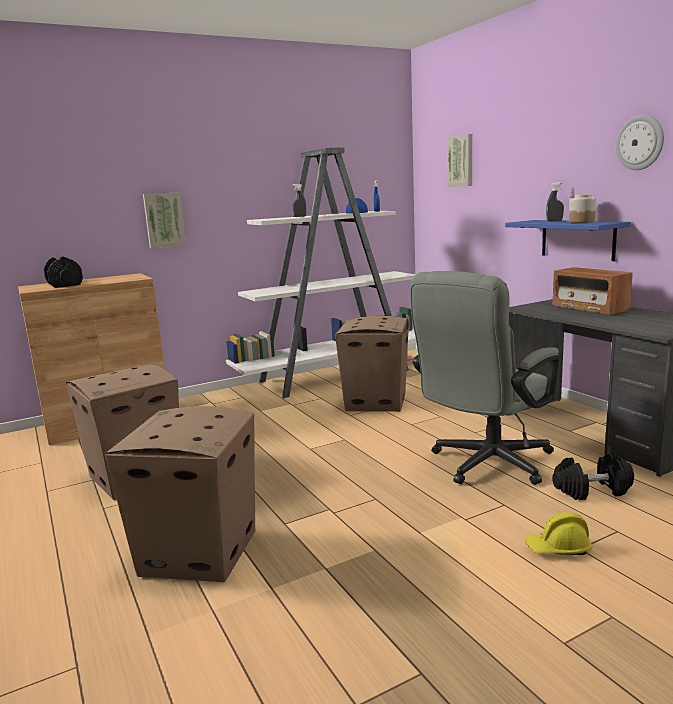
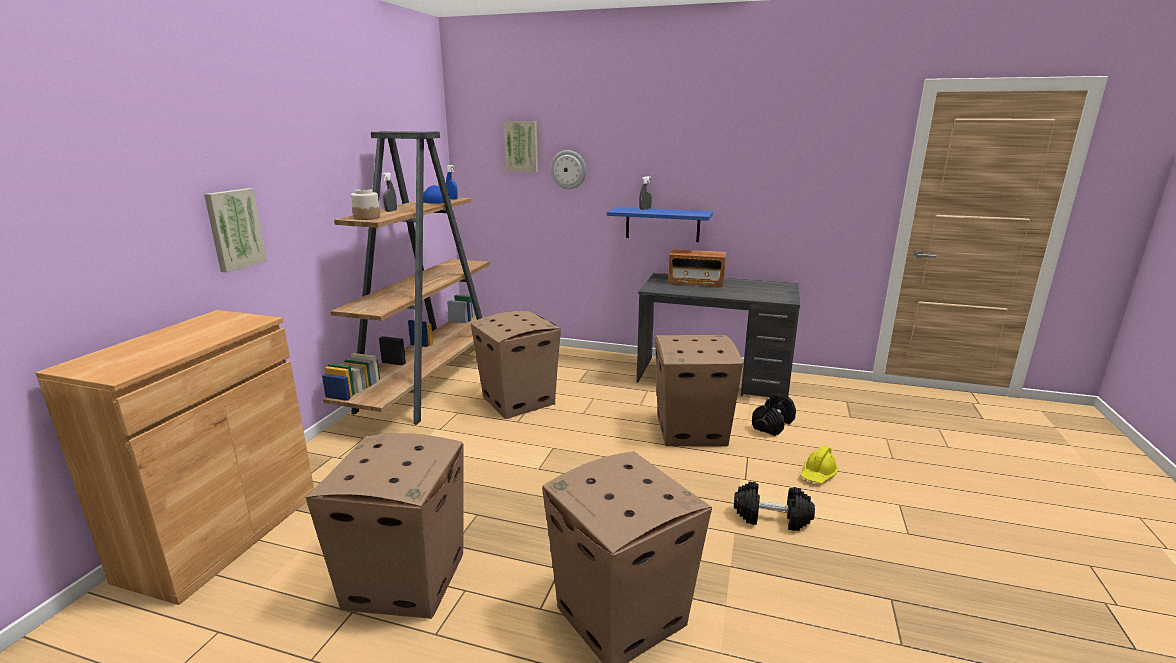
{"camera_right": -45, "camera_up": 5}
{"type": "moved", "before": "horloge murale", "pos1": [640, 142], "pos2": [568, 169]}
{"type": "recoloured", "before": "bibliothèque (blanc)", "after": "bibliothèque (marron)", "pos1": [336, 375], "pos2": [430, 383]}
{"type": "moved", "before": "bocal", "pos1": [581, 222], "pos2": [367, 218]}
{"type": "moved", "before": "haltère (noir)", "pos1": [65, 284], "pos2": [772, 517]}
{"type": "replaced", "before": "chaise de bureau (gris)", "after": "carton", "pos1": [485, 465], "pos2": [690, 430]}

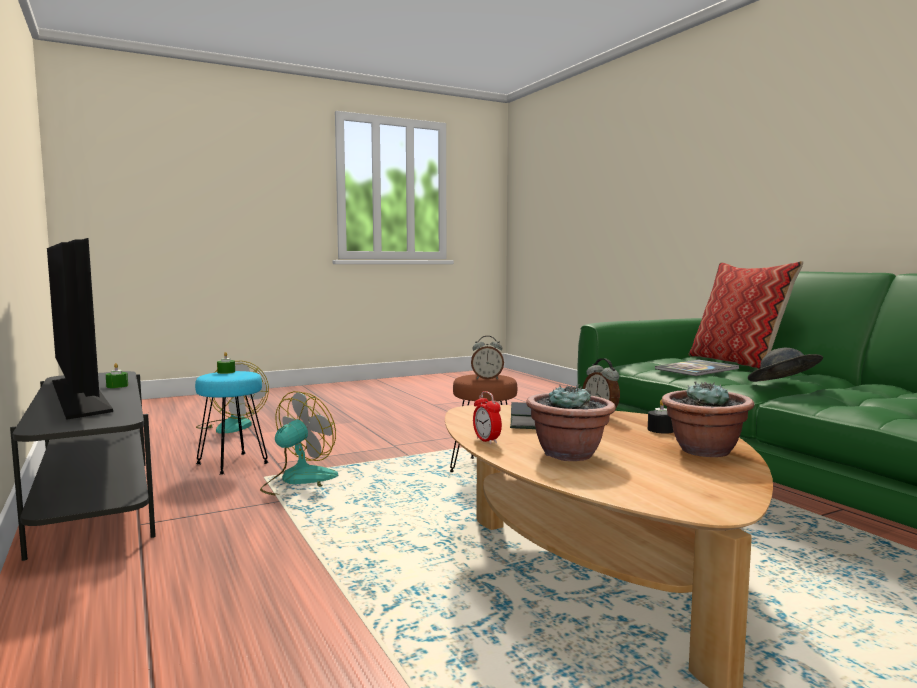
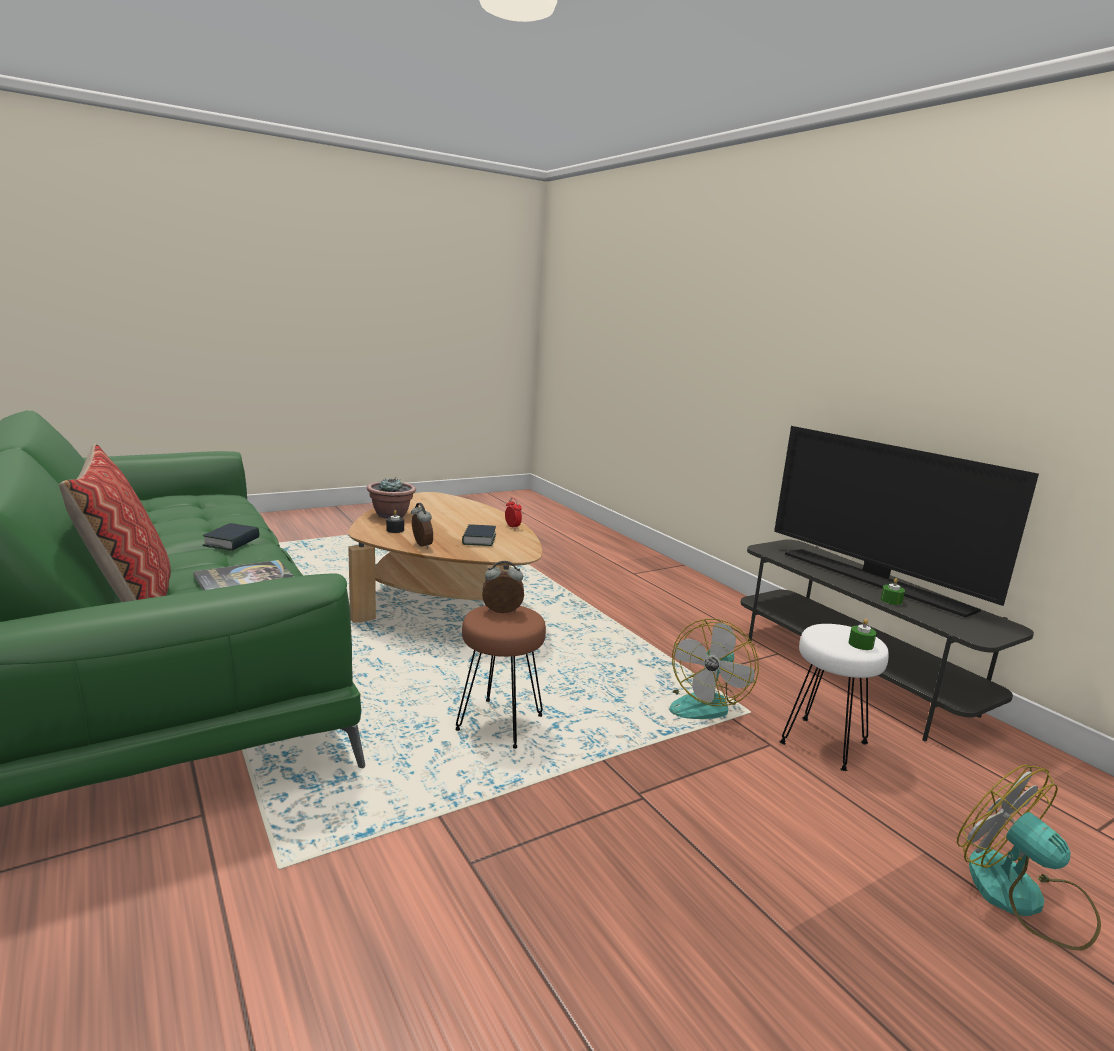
{"camera_right": 175, "camera_up": 10}
{"type": "replaced", "before": "chapeau (gris)", "after": "livre", "pos1": [783, 386], "pos2": [232, 542]}
{"type": "recoloured", "before": "tabouret (turquoise)", "after": "tabouret (blanc)", "pos1": [232, 463], "pos2": [824, 744]}
{"type": "removed", "before": "plante en pot", "pos1": [569, 454]}

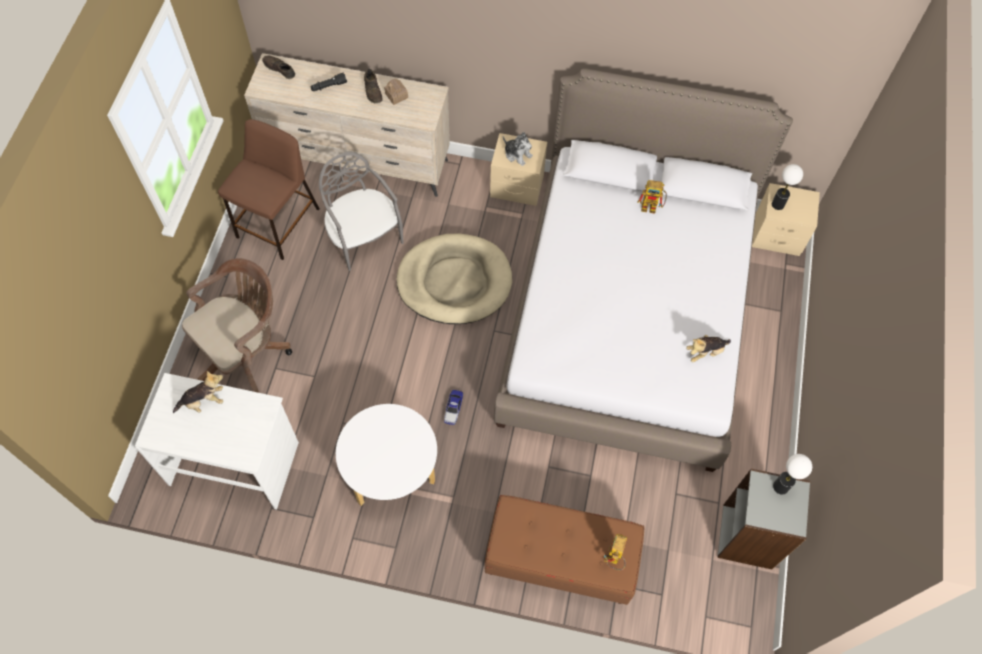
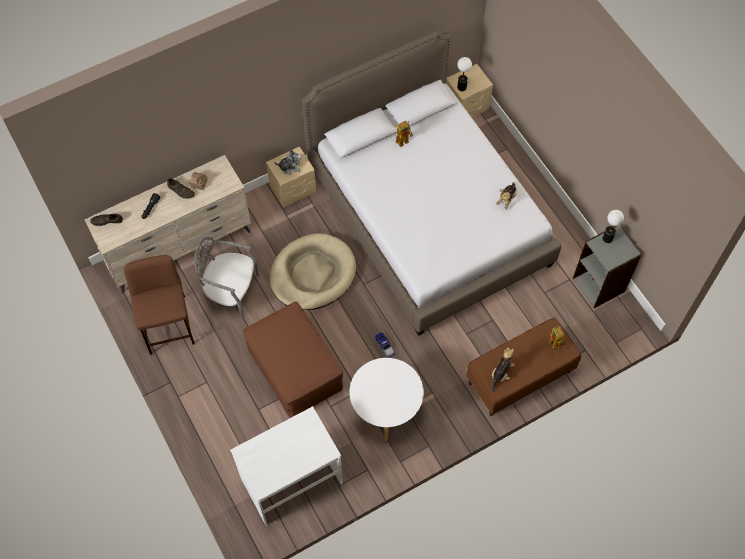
{"camera_right": -40, "camera_up": 0}
{"type": "removed", "before": "chaise de bureau (marron)", "pos1": [246, 352]}
{"type": "moved", "before": "peluche", "pos1": [203, 401], "pos2": [501, 373]}
{"type": "added", "after": "pouf (marron)", "pos2": [295, 369]}

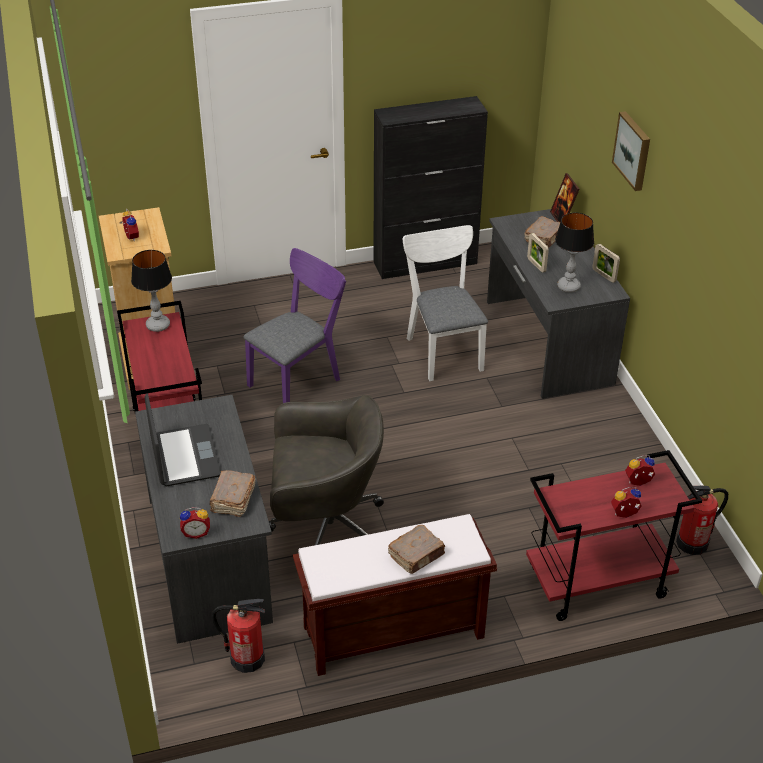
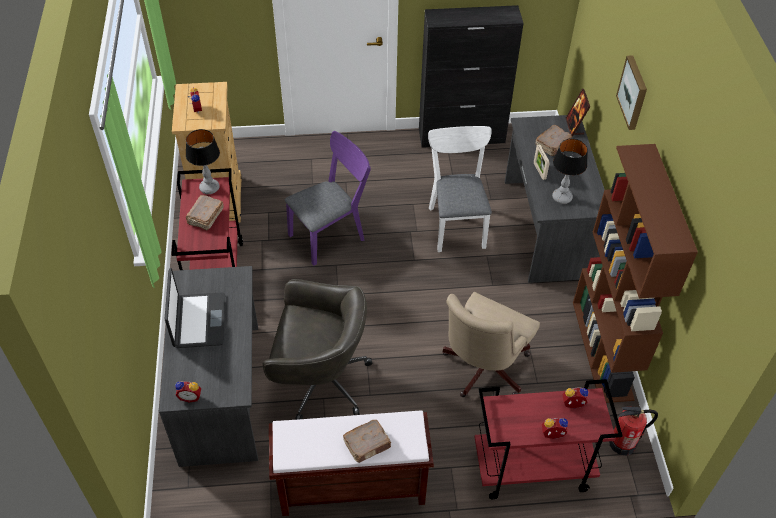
{"camera_right": 10, "camera_up": 10}
{"type": "removed", "before": "cadre photo", "pos1": [604, 275]}
{"type": "moved", "before": "livre (marron)", "pos1": [232, 500], "pos2": [205, 217]}
{"type": "removed", "before": "extincteur", "pos1": [246, 658]}
{"type": "added", "after": "bibliothèque (marron)", "pos2": [603, 350]}
{"type": "added", "after": "chaise de bureau (beige)", "pos2": [482, 370]}

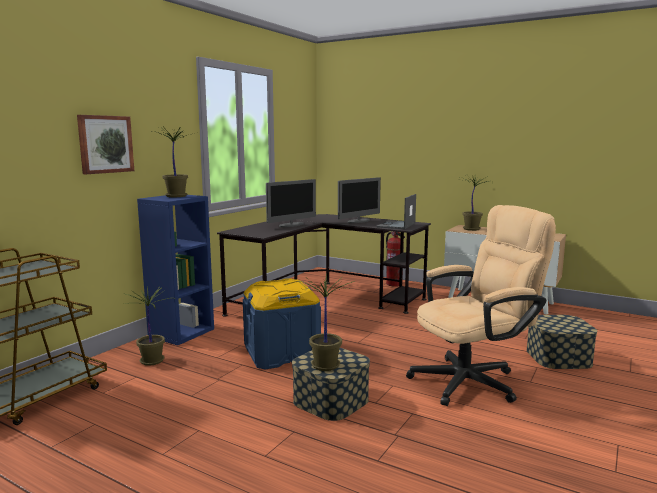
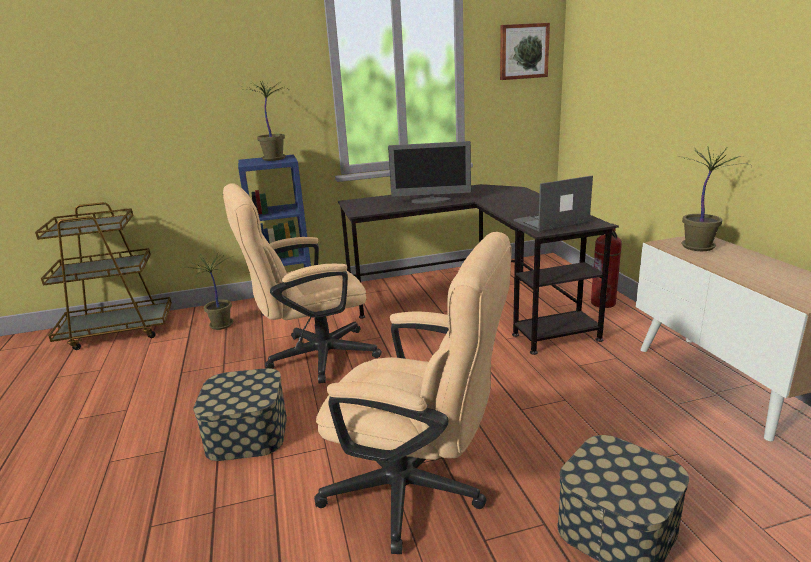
{"camera_right": 45, "camera_up": 10}
{"type": "moved", "before": "tableau", "pos1": [105, 144], "pos2": [523, 51]}
{"type": "removed", "before": "écran d'ordinateur", "pos1": [359, 221]}
{"type": "removed", "before": "plante en pot", "pos1": [325, 365]}
{"type": "replaced", "before": "boîte de rangement (bleu)", "after": "chaise de bureau (beige)", "pos1": [281, 353], "pos2": [312, 357]}

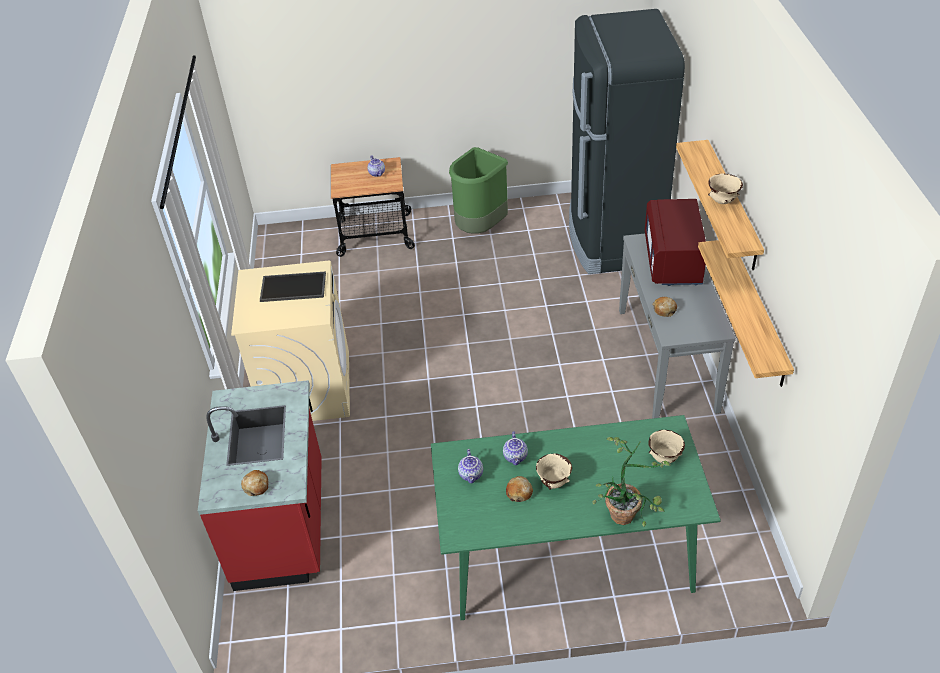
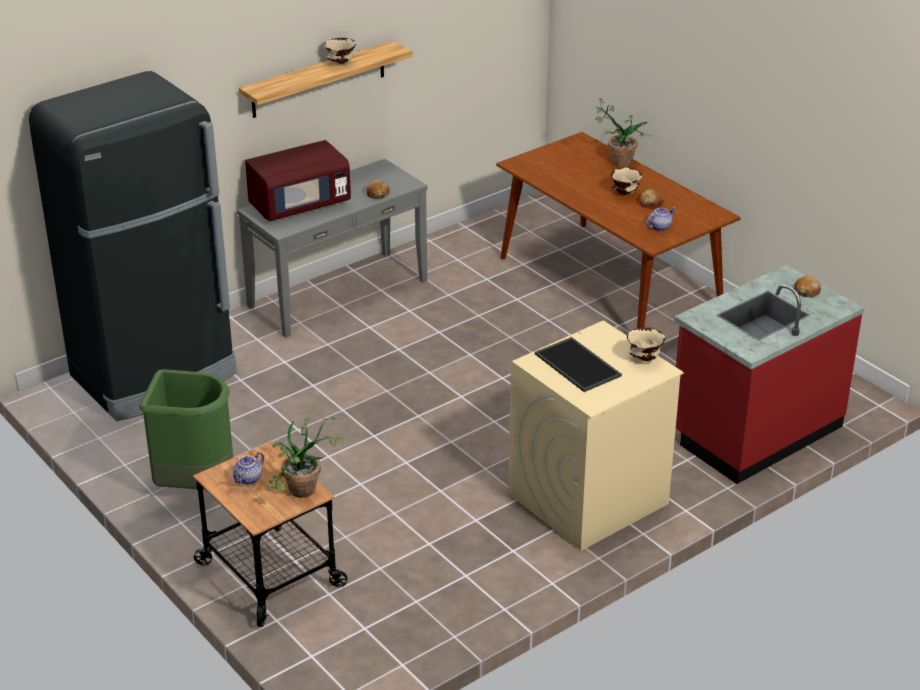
{"camera_right": -125, "camera_up": -10}
{"type": "removed", "before": "étagère", "pos1": [757, 313]}
{"type": "recoloured", "before": "table à manger (vert)", "after": "table à manger (marron)", "pos1": [568, 550], "pos2": [608, 282]}
{"type": "moved", "before": "bol (beige)", "pos1": [664, 458], "pos2": [643, 359]}
{"type": "removed", "before": "théière", "pos1": [516, 457]}
{"type": "added", "after": "plante en pot", "pos2": [302, 494]}

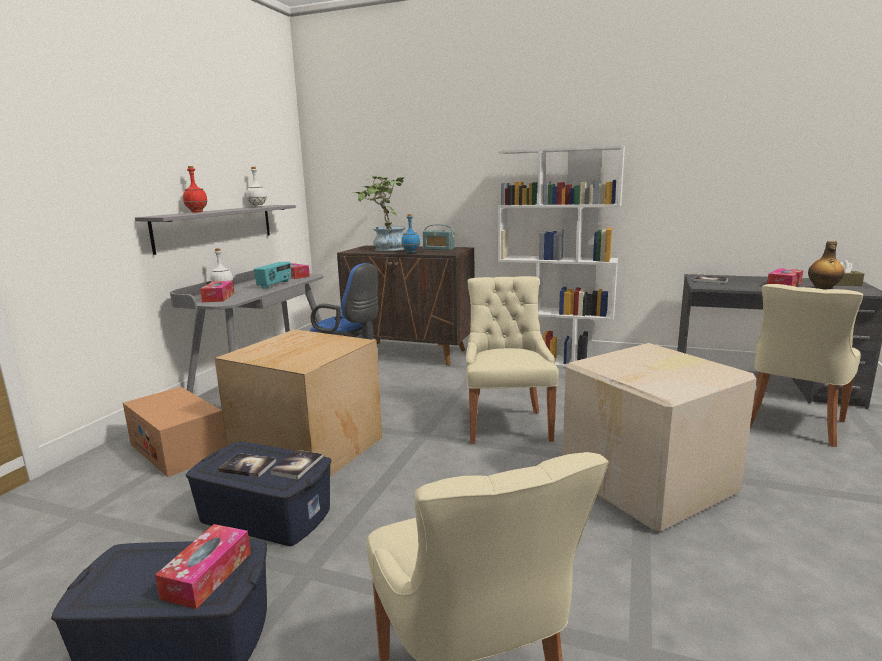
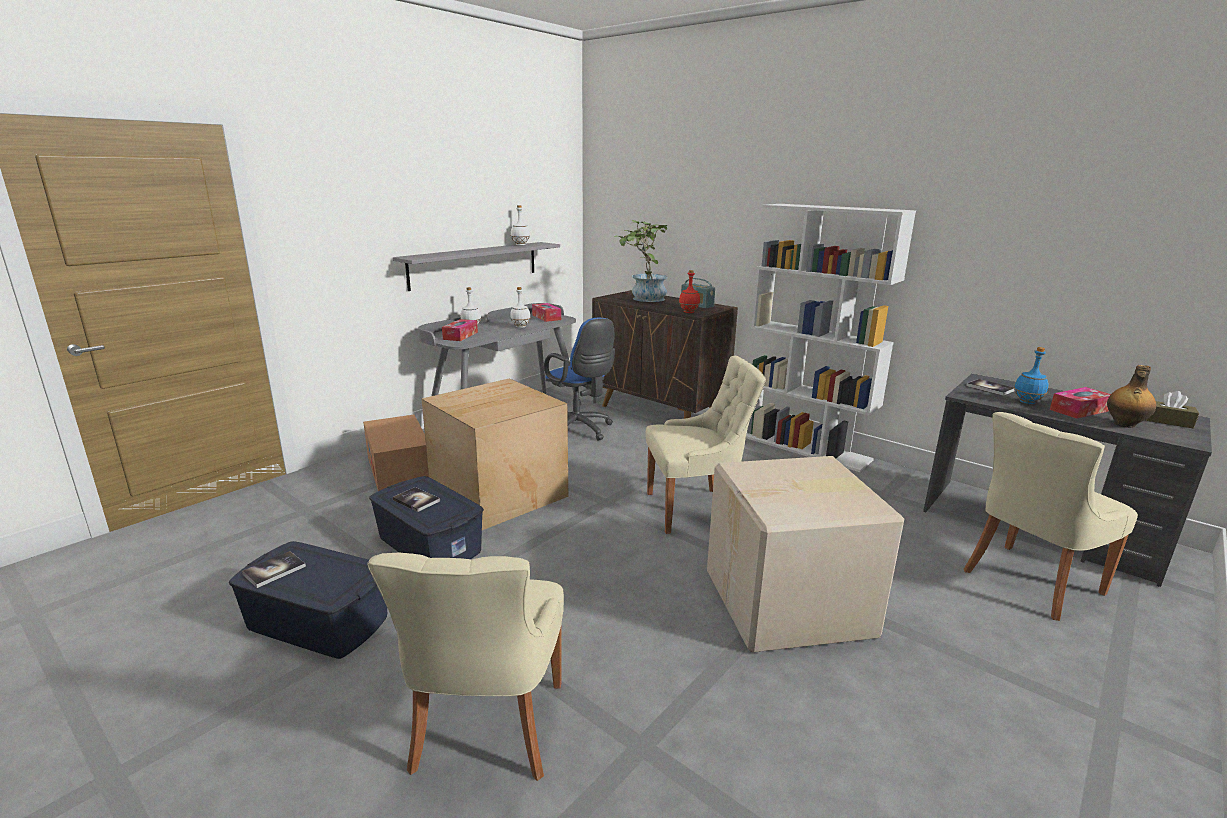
{"camera_right": 20, "camera_up": 5}
{"type": "moved", "before": "bouteille (rouge)", "pos1": [197, 212], "pos2": [689, 312]}
{"type": "moved", "before": "bouteille (bleu)", "pos1": [410, 252], "pos2": [1026, 402]}
{"type": "replaced", "before": "radio", "after": "bouteille (blanc)", "pos1": [275, 285], "pos2": [520, 327]}
{"type": "turned", "before": "chaise (beige)", "pos1": [507, 424], "pos2": [695, 509], "turn": 60}
{"type": "moved", "before": "livre", "pos1": [297, 465], "pos2": [274, 570]}
{"type": "removed", "before": "boîte à mouchoirs", "pos1": [207, 575]}

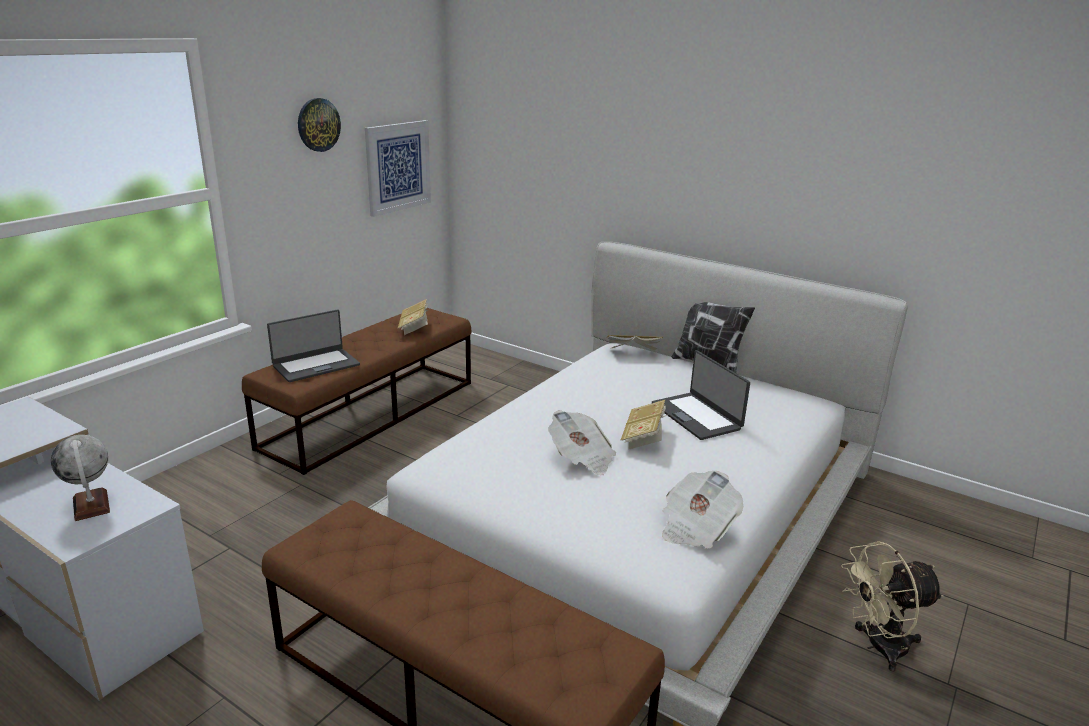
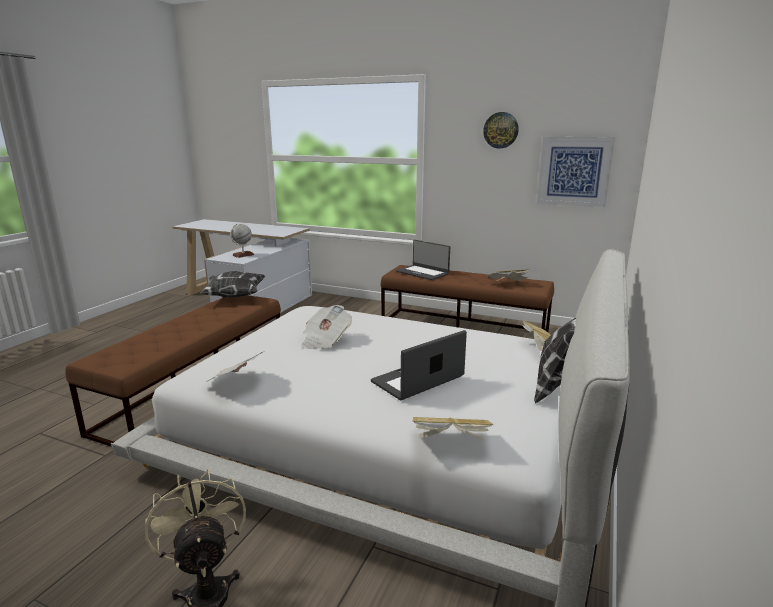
{"camera_right": 80, "camera_up": -5}
{"type": "moved", "before": "livre", "pos1": [644, 437], "pos2": [450, 442]}
{"type": "added", "after": "coussin", "pos2": [234, 296]}

